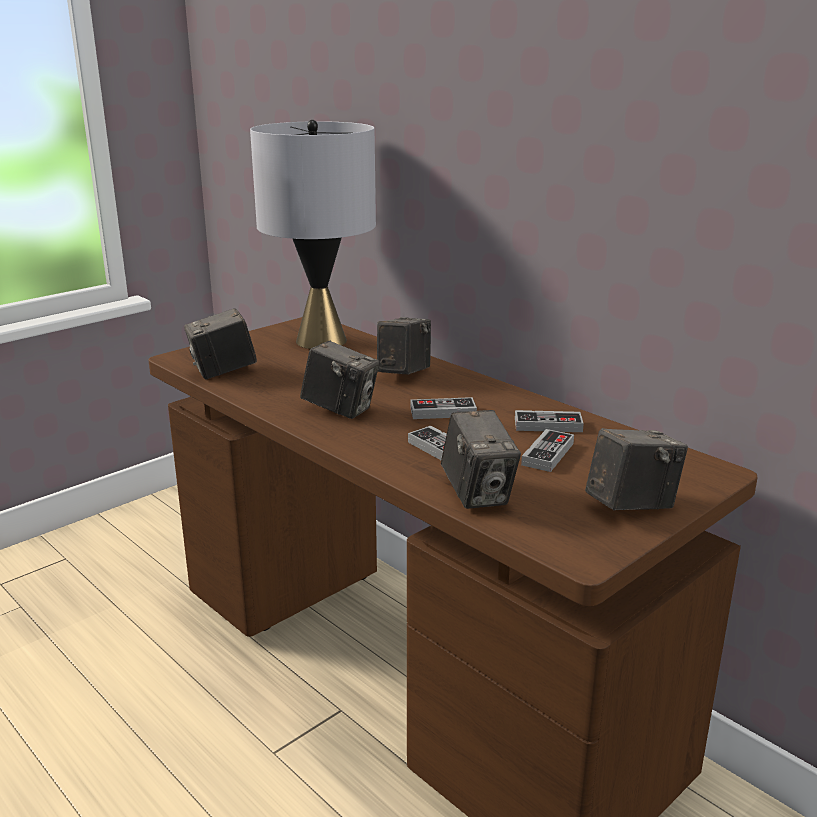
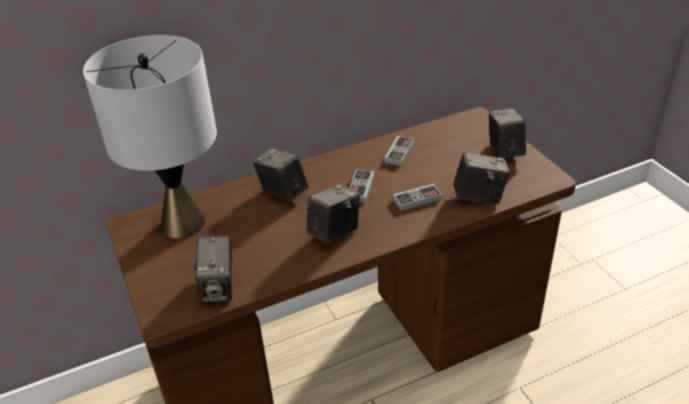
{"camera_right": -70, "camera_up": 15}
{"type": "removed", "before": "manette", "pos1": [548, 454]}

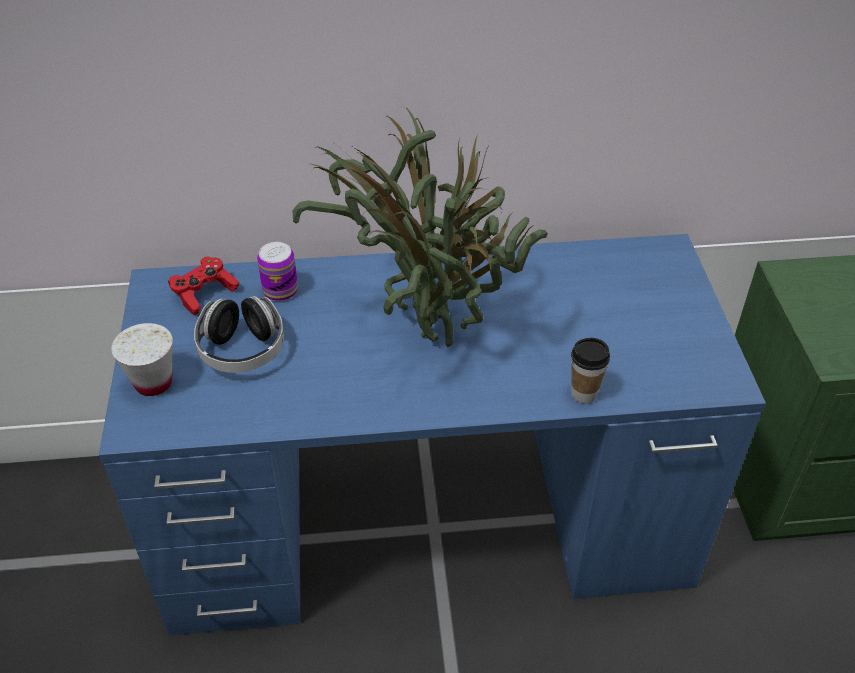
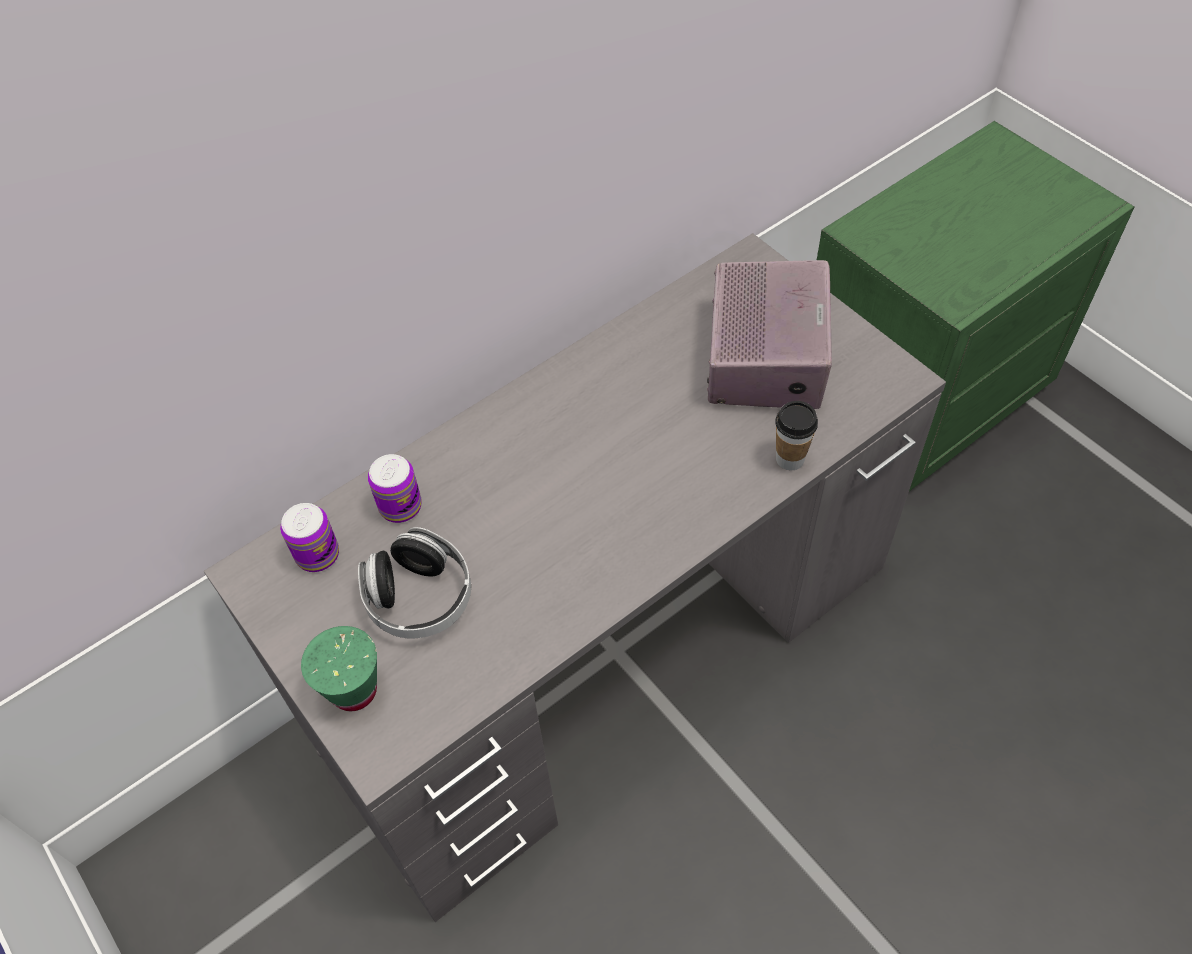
{"camera_right": -30, "camera_up": 10}
{"type": "removed", "before": "plante en pot", "pos1": [430, 327]}
{"type": "recoloured", "before": "bureau (bleu)", "after": "bureau (gris)", "pos1": [428, 521], "pos2": [605, 646]}
{"type": "replaced", "before": "manette (rouge)", "after": "boîte métallique", "pos1": [204, 293], "pos2": [317, 555]}
{"type": "recoloured", "before": "tasse (blanc)", "after": "tasse (vert)", "pos1": [153, 383], "pos2": [354, 690]}
{"type": "added", "after": "radio", "pos2": [766, 355]}

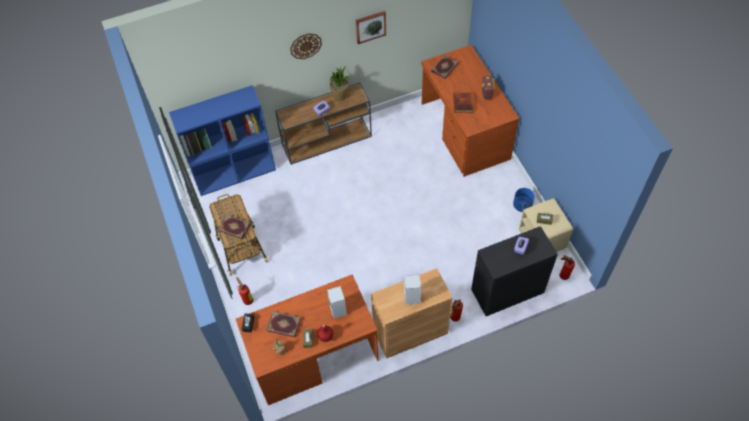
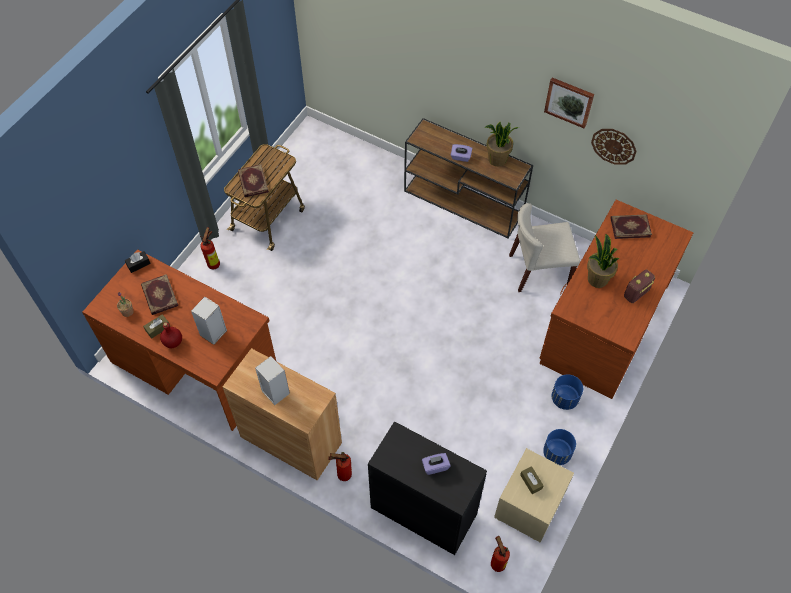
{"camera_right": 50, "camera_up": 0}
{"type": "moved", "before": "horloge murale", "pos1": [305, 46], "pos2": [614, 146]}
{"type": "removed", "before": "bibliothèque (bleu)", "pos1": [235, 172]}
{"type": "replaced", "before": "livre", "after": "plante en pot", "pos1": [463, 103], "pos2": [597, 279]}
{"type": "added", "after": "chaise (beige)", "pos2": [538, 270]}
{"type": "added", "after": "cache-pot (bleu)", "pos2": [564, 399]}

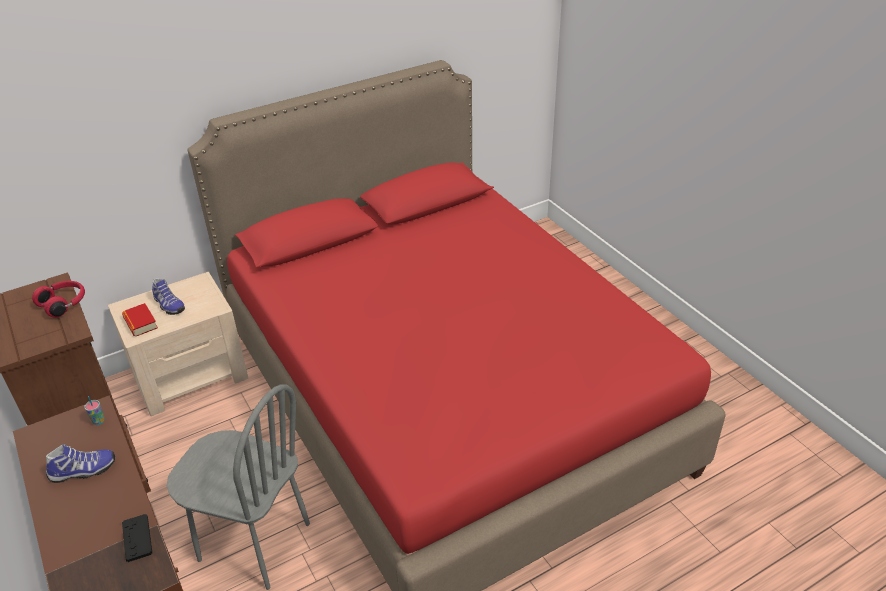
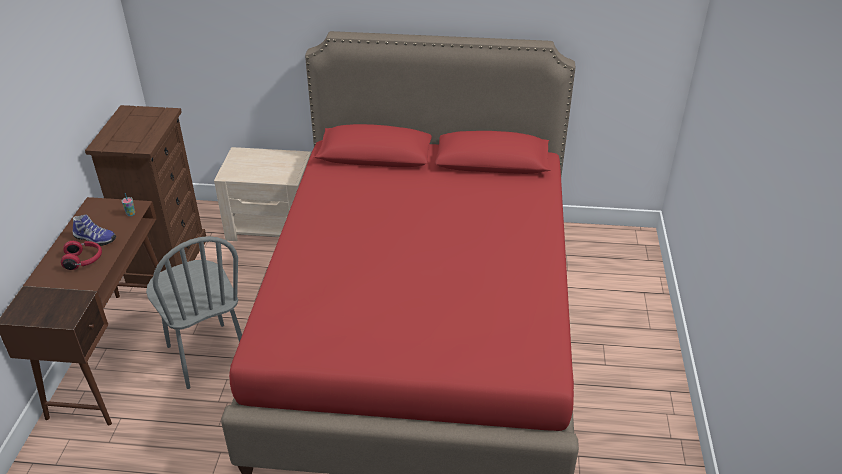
{"camera_right": 35, "camera_up": 0}
{"type": "removed", "before": "chaussure", "pos1": [168, 305]}
{"type": "moved", "before": "casque audio (rouge)", "pos1": [64, 304], "pos2": [84, 260]}
{"type": "removed", "before": "livre", "pos1": [140, 323]}
{"type": "removed", "before": "manette (noir)", "pos1": [137, 538]}

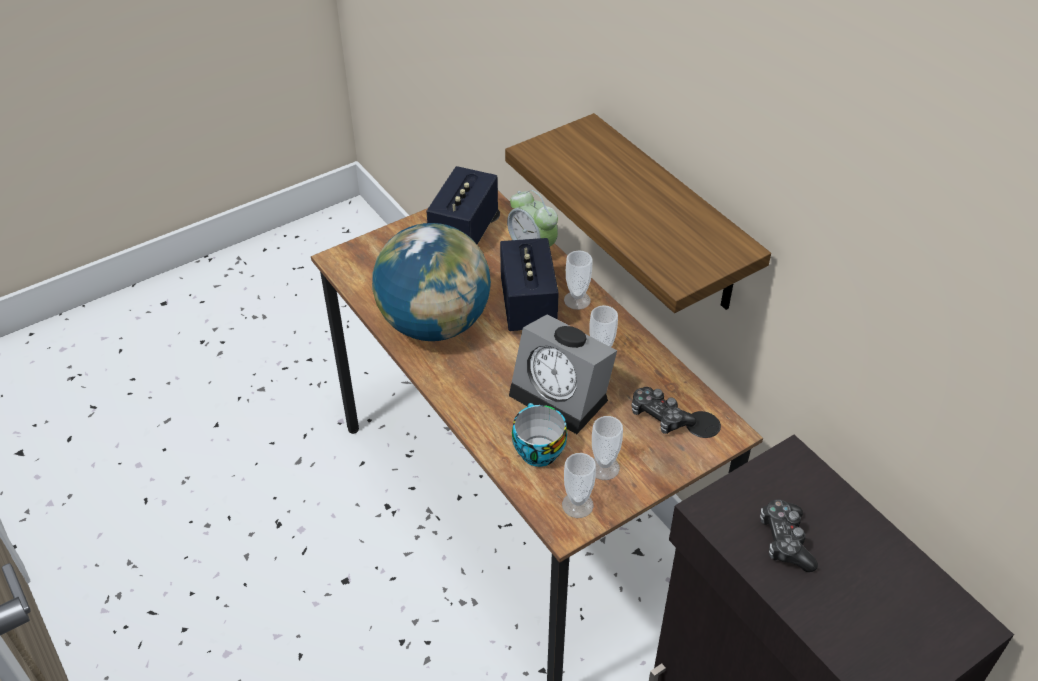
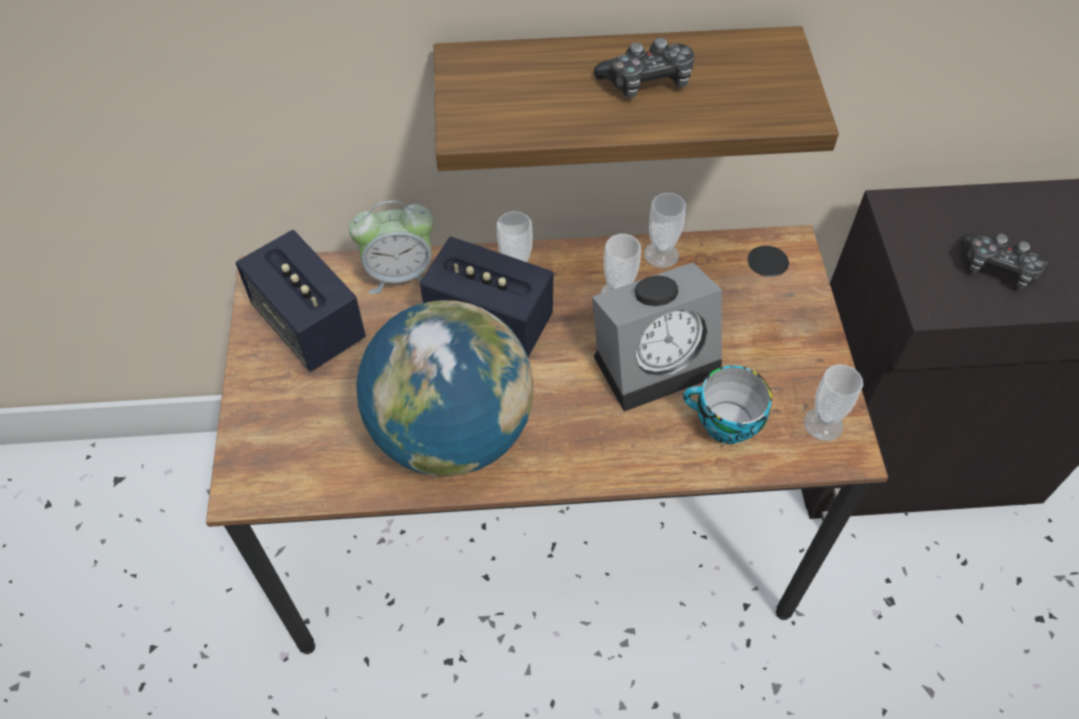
{"camera_right": -60, "camera_up": 10}
{"type": "moved", "before": "manette", "pos1": [659, 416], "pos2": [647, 81]}
{"type": "moved", "before": "tasse", "pos1": [604, 468], "pos2": [661, 254]}

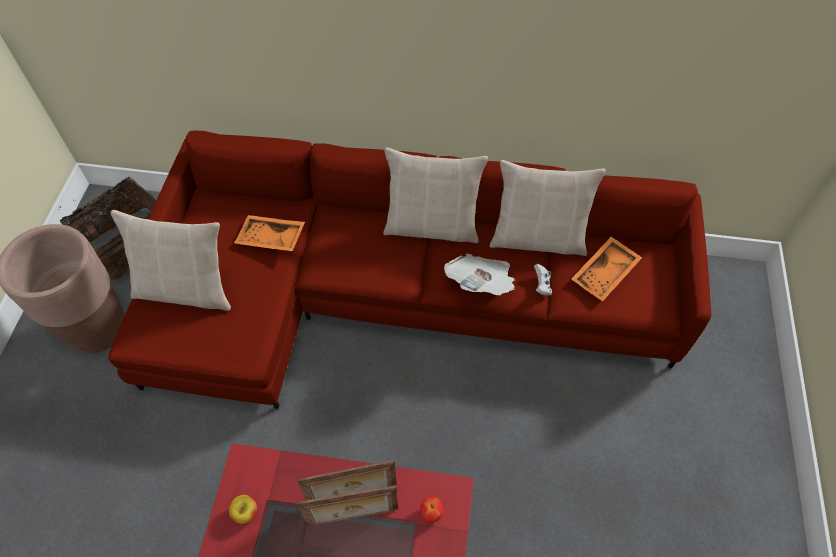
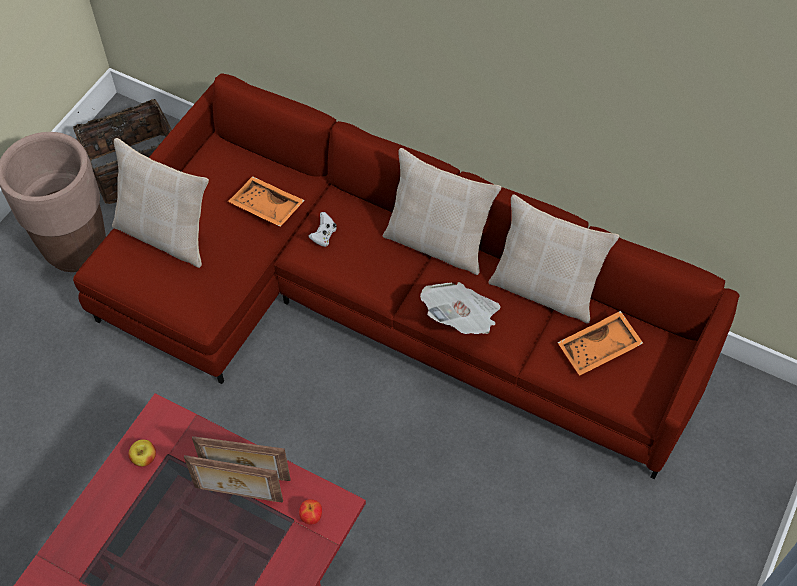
{"camera_right": 20, "camera_up": 0}
{"type": "moved", "before": "manette (blanc)", "pos1": [541, 285], "pos2": [324, 236]}

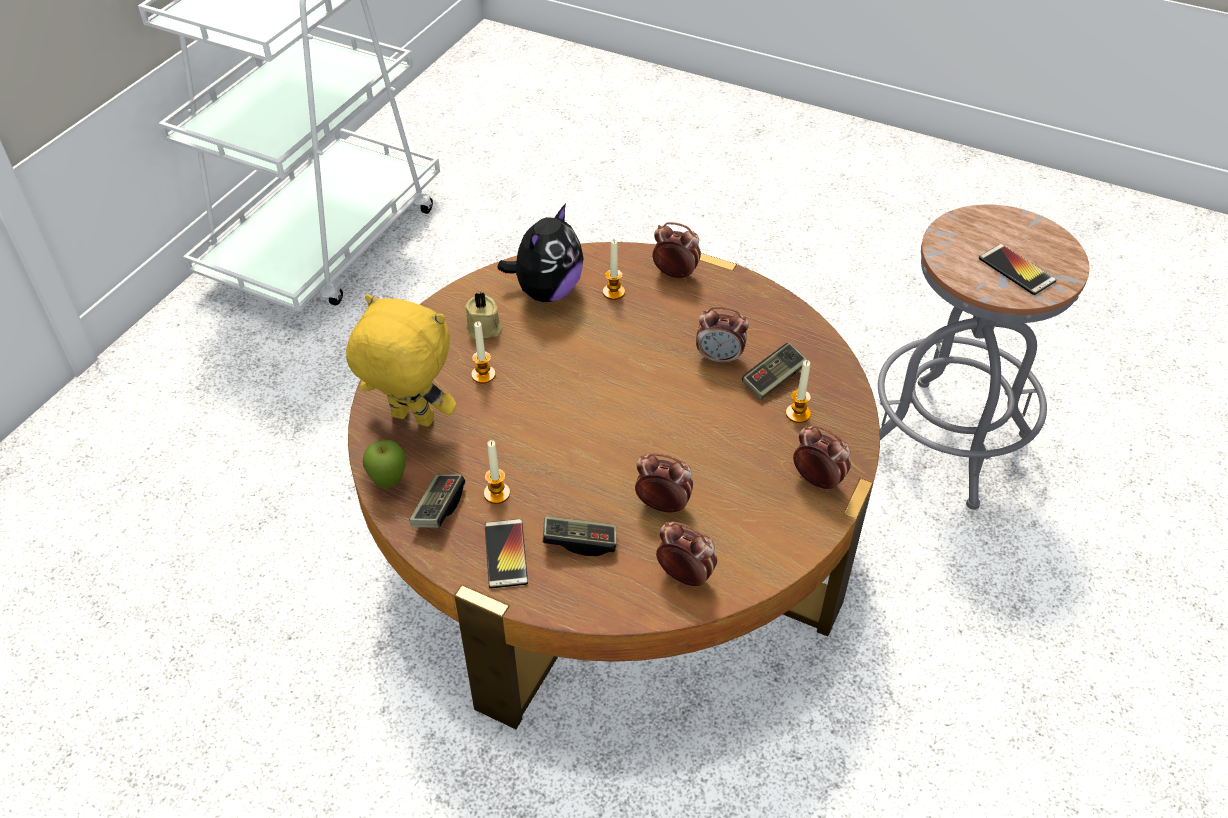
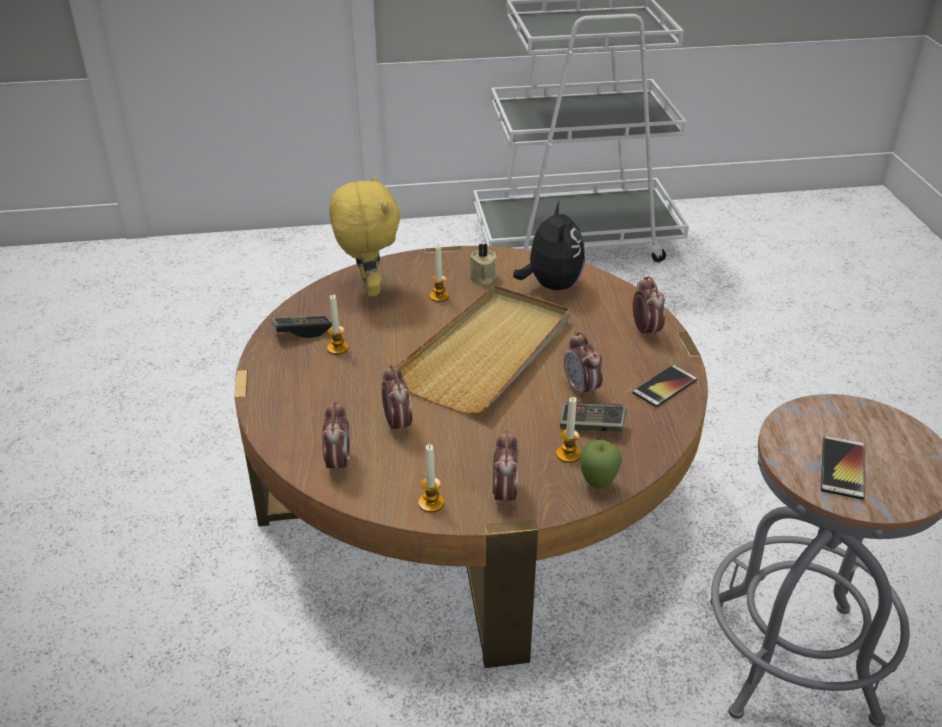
{"camera_right": 55, "camera_up": -10}
{"type": "turned", "before": "peluche", "pos1": [547, 291], "pos2": [551, 285], "turn": -90}
{"type": "moved", "before": "bougie", "pos1": [613, 292], "pos2": [431, 503]}
{"type": "moved", "before": "pomme", "pos1": [389, 483], "pos2": [597, 485]}
{"type": "removed", "before": "manette", "pos1": [580, 542]}
{"type": "moved", "before": "téléphone", "pos1": [506, 554], "pos2": [664, 386]}
{"type": "added", "after": "plateau (beige)", "pos2": [487, 353]}

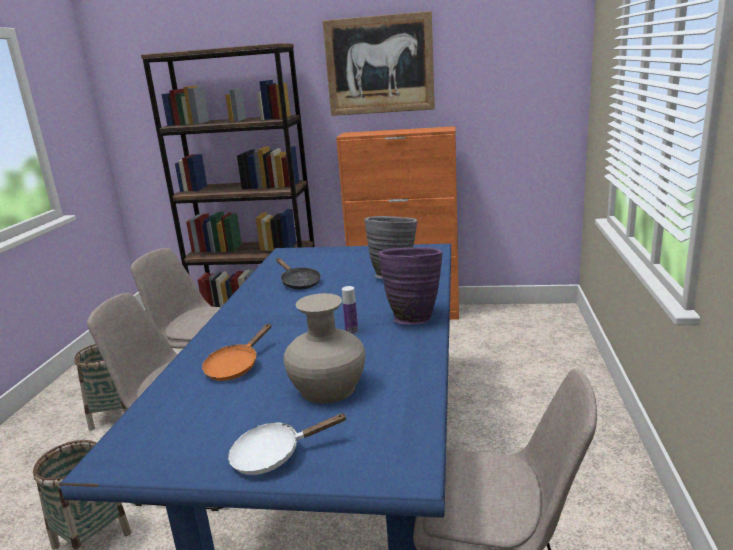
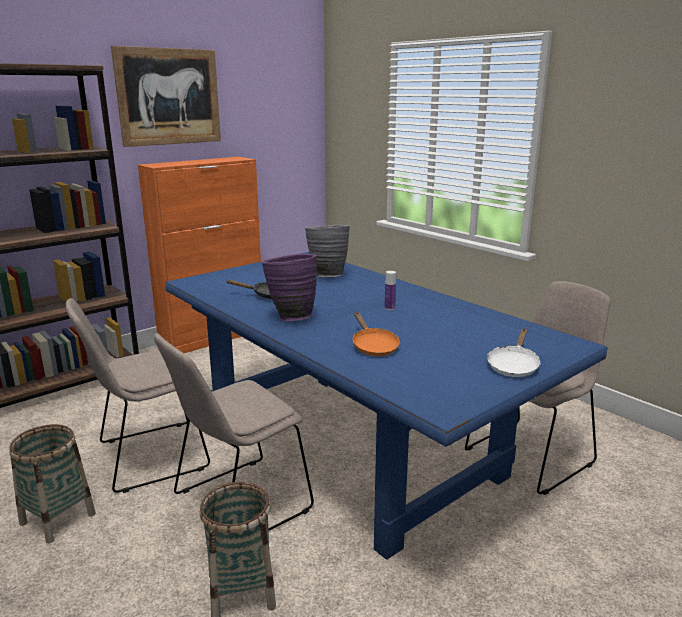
{"camera_right": -50, "camera_up": 0}
{"type": "moved", "before": "vase (violet)", "pos1": [412, 318], "pos2": [290, 317]}
{"type": "removed", "before": "vase (beige)", "pos1": [328, 388]}

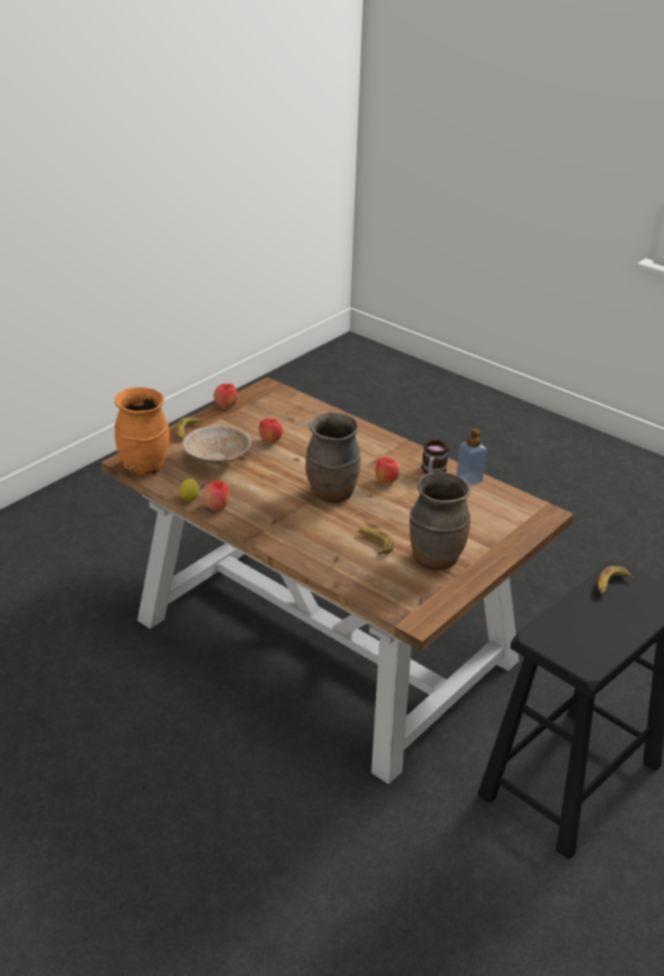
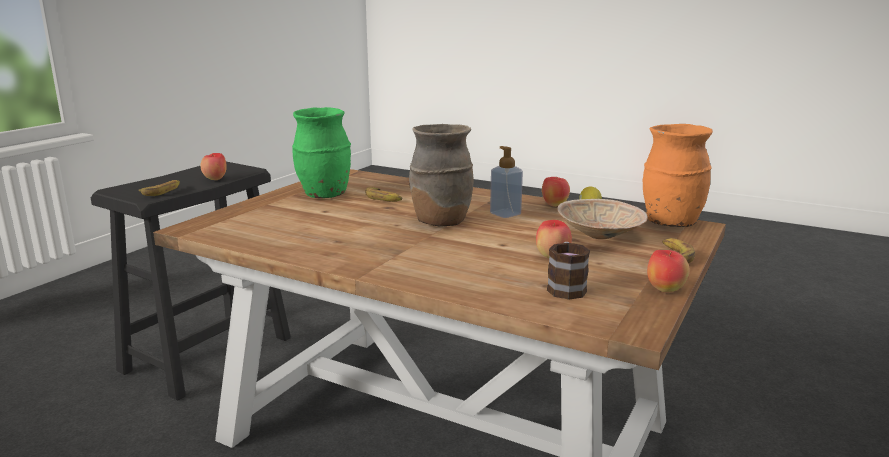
{"camera_right": 170, "camera_up": -15}
{"type": "moved", "before": "distributeur de savon", "pos1": [469, 480], "pos2": [505, 214]}
{"type": "moved", "before": "mug", "pos1": [432, 472], "pos2": [566, 287]}
{"type": "moved", "before": "pomme", "pos1": [386, 482], "pos2": [215, 179]}
{"type": "recoloured", "before": "vase (marron)", "after": "vase (vert)", "pos1": [435, 559], "pos2": [324, 195]}

